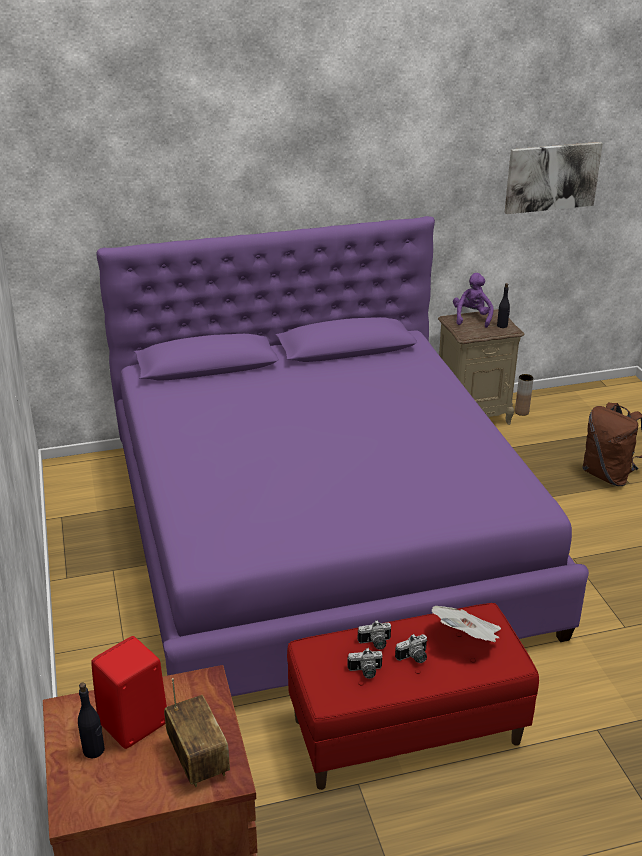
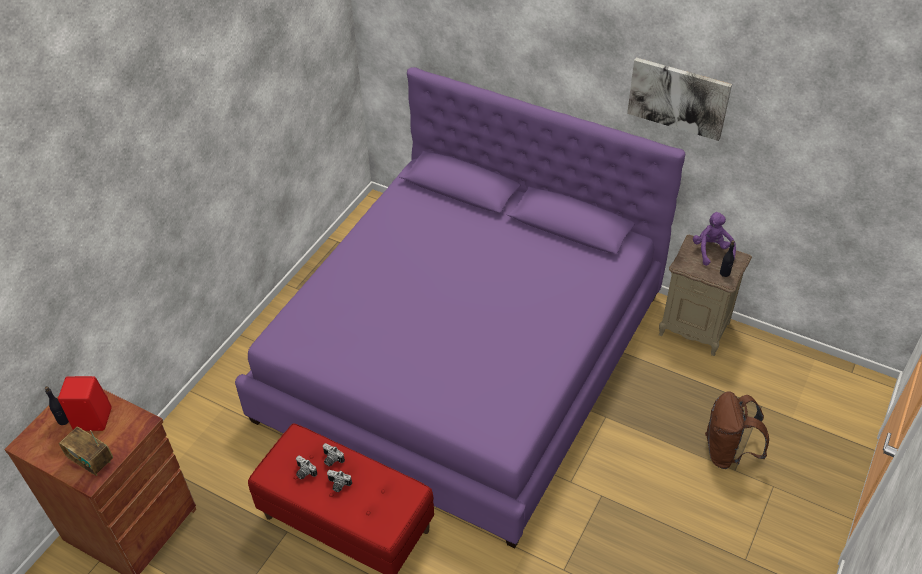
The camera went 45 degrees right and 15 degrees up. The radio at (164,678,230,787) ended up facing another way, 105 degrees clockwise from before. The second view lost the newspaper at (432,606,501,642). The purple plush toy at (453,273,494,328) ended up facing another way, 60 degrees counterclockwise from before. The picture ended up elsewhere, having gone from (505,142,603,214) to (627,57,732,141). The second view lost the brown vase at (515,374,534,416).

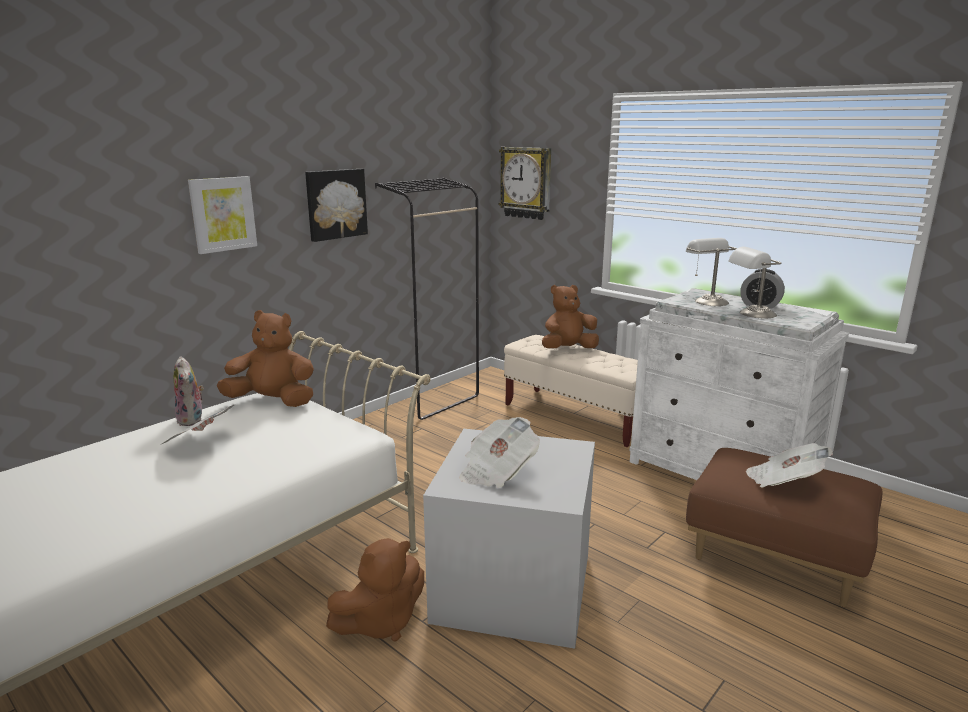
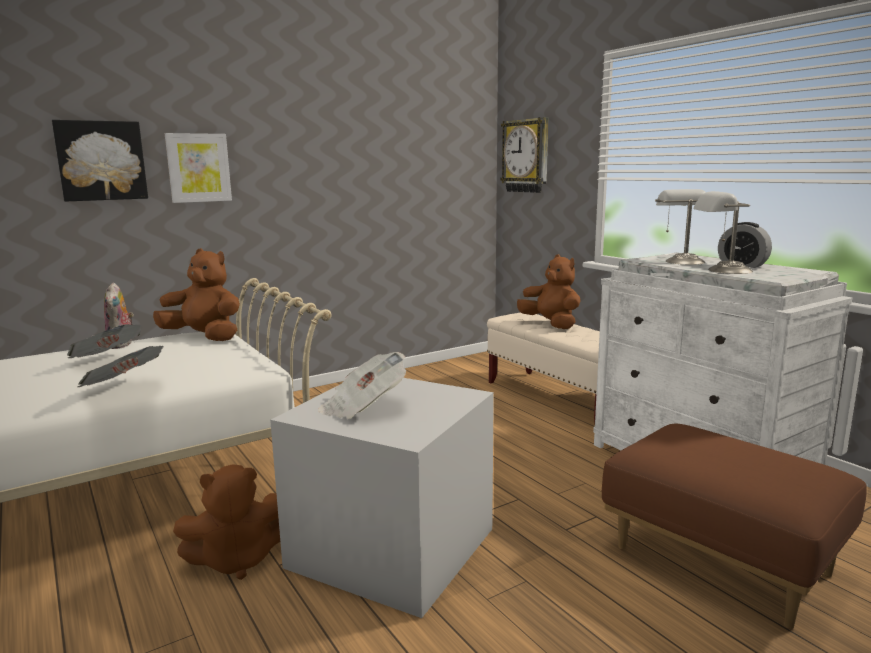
The camera went 15 degrees right and 5 degrees down. The picture ended up elsewhere, having gone from (305,169,368,242) to (52,120,148,202). The second view lost the black clothes rack at (375,177,479,420). The brown plush toy at (542,285,599,348) ended up facing another way, 60 degrees clockwise from before. The newspaper ended up elsewhere, having gone from (746,443,833,488) to (77,346,164,387).

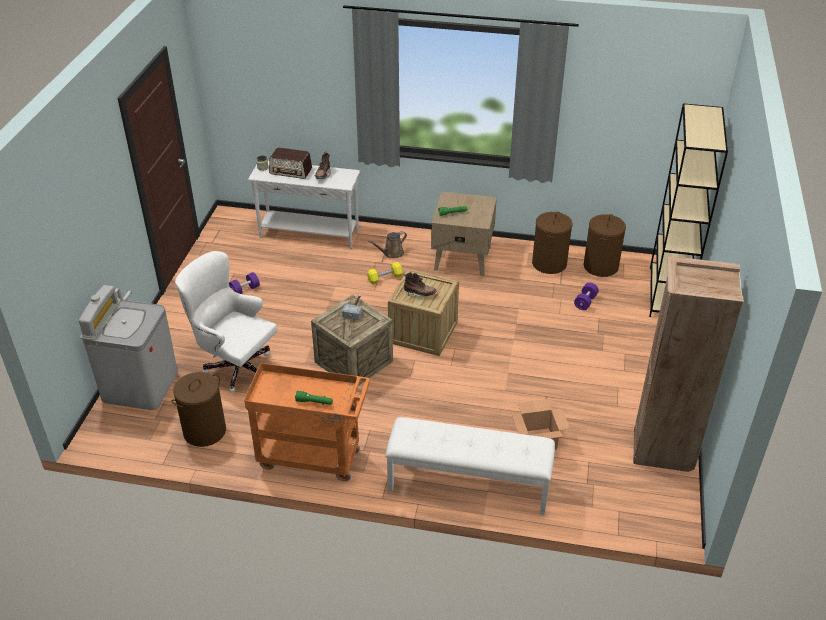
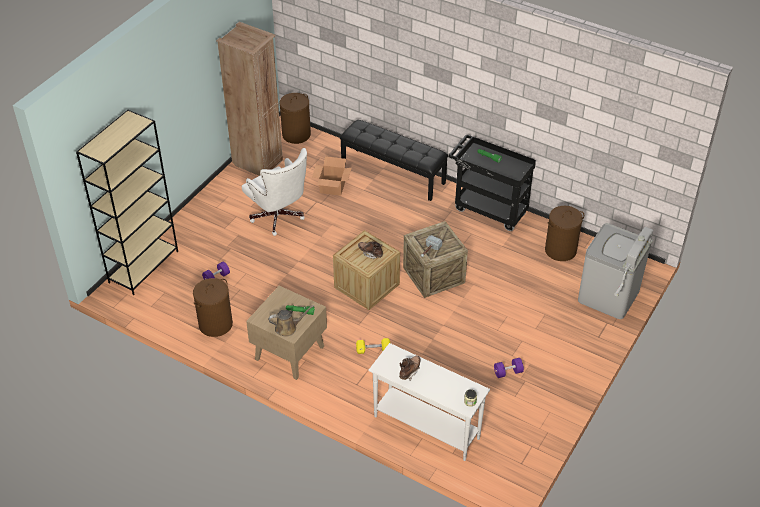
The camera went 160 degrees left and 5 degrees up. The white office chair ended up elsewhere, having gone from (175,251,277,393) to (242,148,307,236). What was the orange cart at (244,363,370,481) turned into the black cart at (449,135,536,231). The second view lost the radio at (269,147,312,179). The brown watering can ended up elsewhere, having gone from (369,231,407,258) to (269,305,314,337). What was the white bench at (385,417,555,515) turned into the black bench at (340,120,448,201). The brown laundry basket ended up elsewhere, having gone from (584,214,626,277) to (280,93,311,144).

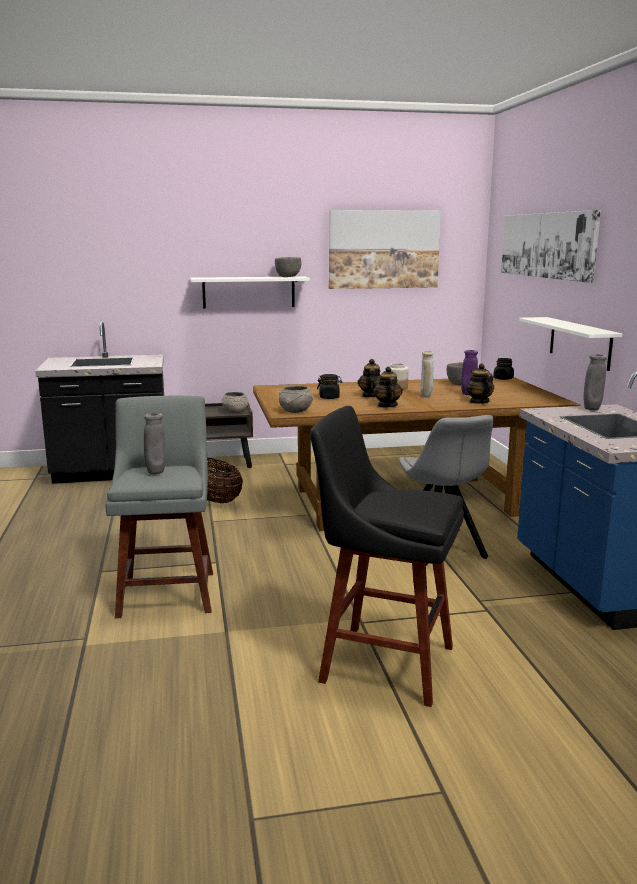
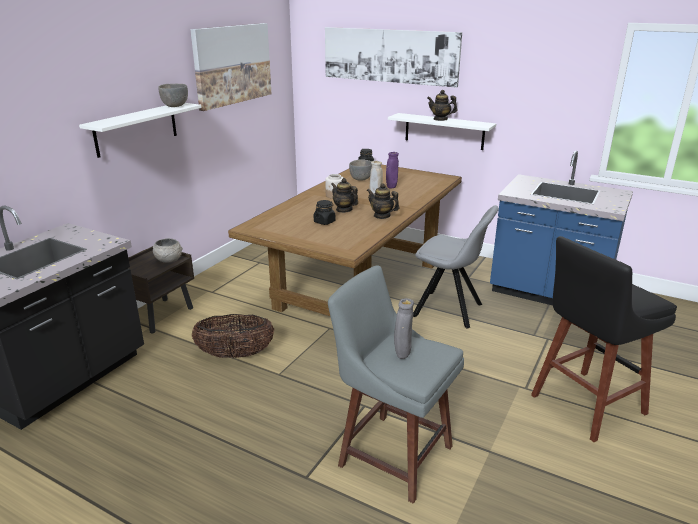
The camera went 50 degrees left and 10 degrees up. The second view lost the grey bowl at (279,386,313,413). The teapot ended up elsewhere, having gone from (466,363,494,404) to (427,90,457,121). The second view lost the grey vase at (583,354,607,410).

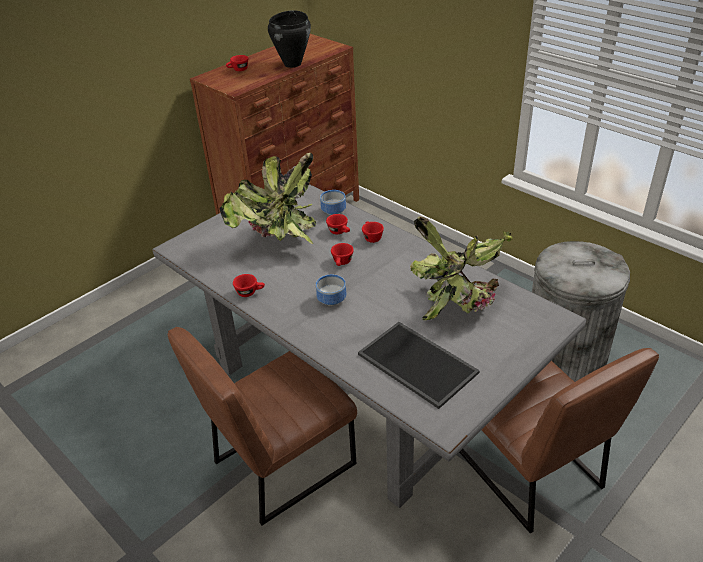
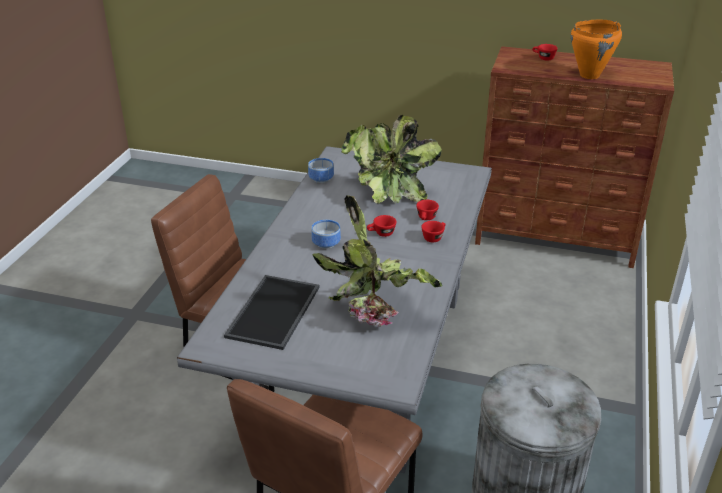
The camera went 60 degrees right and 5 degrees down. The second view lost the red cup at (233,274,265,297). What was the black cooking pot at (268,10,311,68) turned into the orange cooking pot at (571,20,622,79). The bowl ended up elsewhere, having gone from (320,190,346,215) to (308,158,334,183).

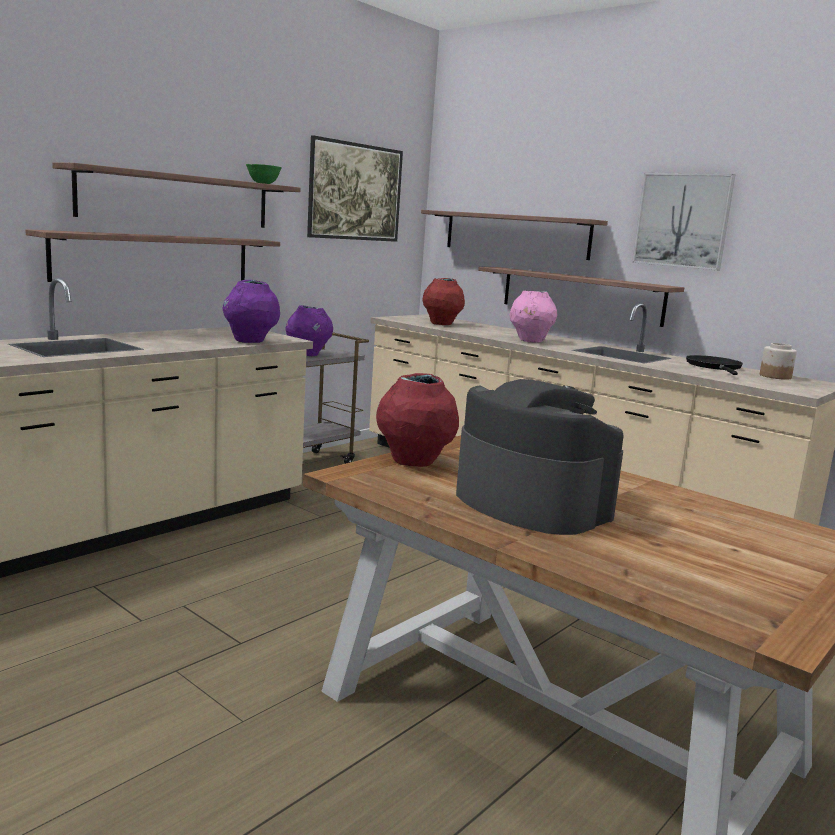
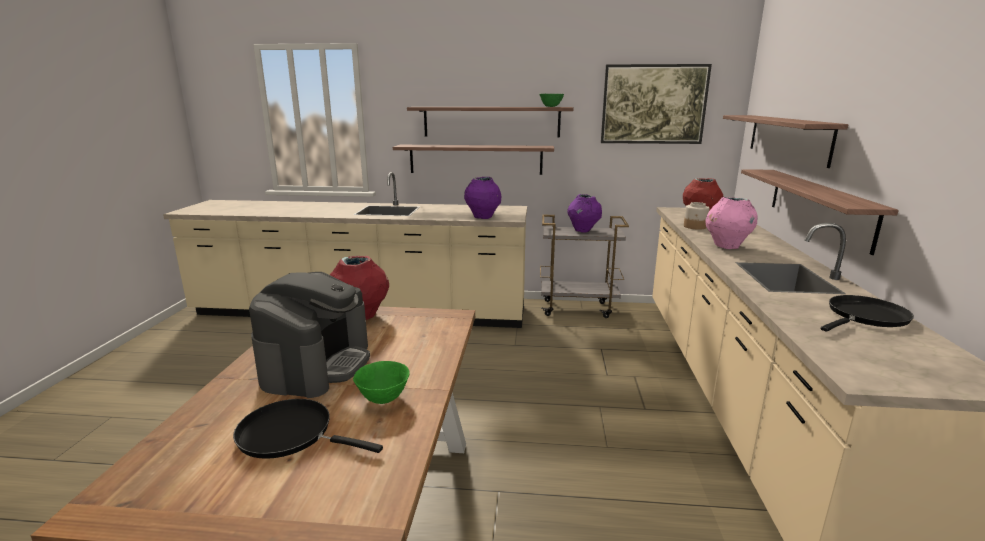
The camera went 55 degrees right and 5 degrees up. The second view lost the picture at (632,173,735,270). The jar ended up elsewhere, having gone from (760,343,797,380) to (684,202,709,230). The second view gained the black frying pan at (233,399,383,459). The second view gained the green bowl at (353,361,410,404).

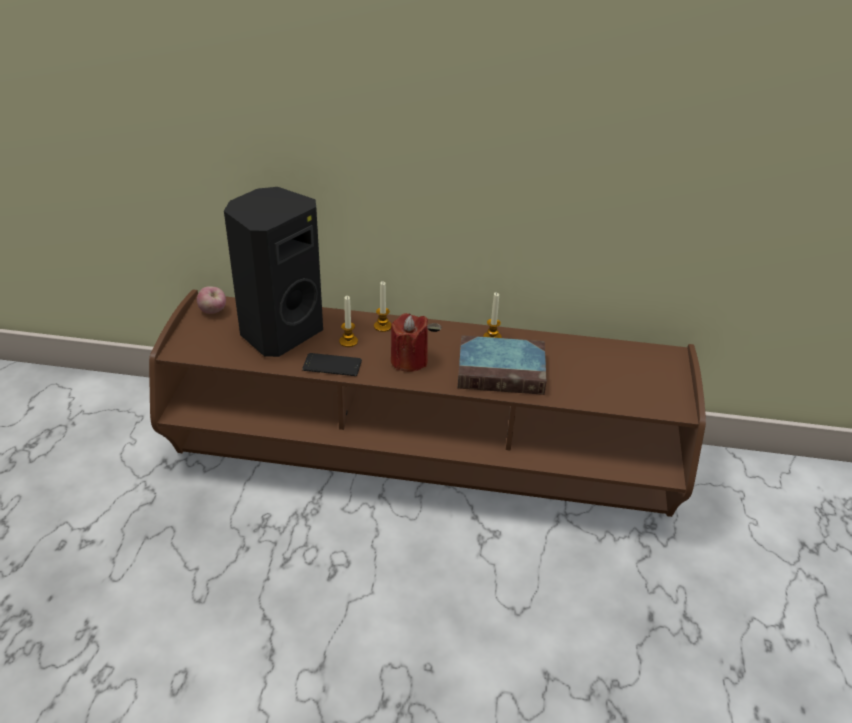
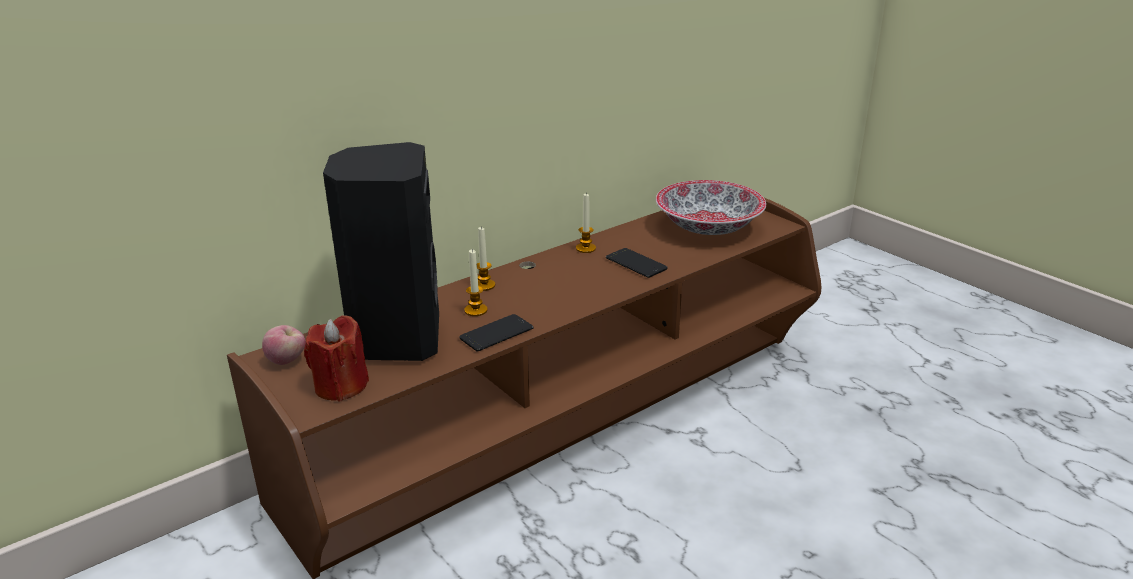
The camera went 45 degrees left and 10 degrees down. The red candle ended up elsewhere, having gone from (391,313,428,372) to (304,315,369,402). Where the book stood at (458,335,547,395), the phone came to stand at (606,248,668,278). The second view gained the bowl at (656,180,766,235).

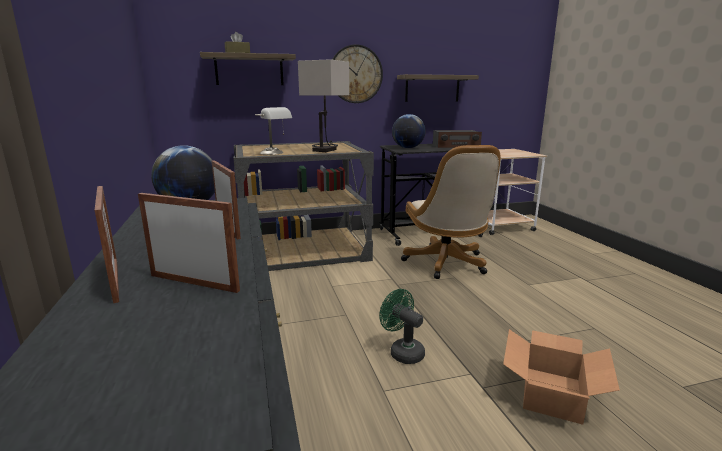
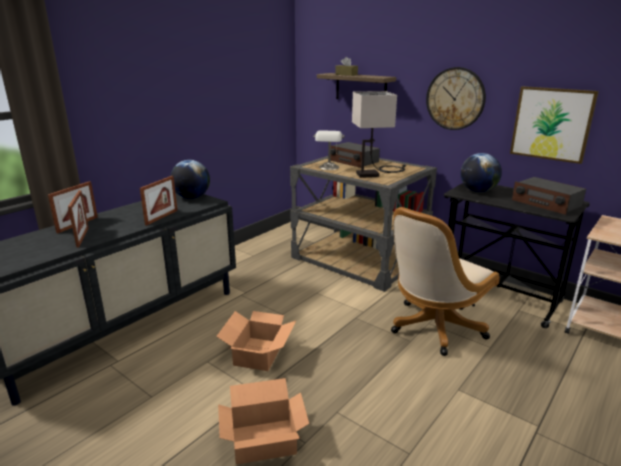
The camera went 55 degrees right and 5 degrees up. Where the green fan stood at (379,289,425,364), the cardboard box came to stand at (216,311,297,371). Where the shelf hung at (397,74,479,102), the picture came to hang at (510,86,599,164). The second view gained the radio at (330,142,380,168).

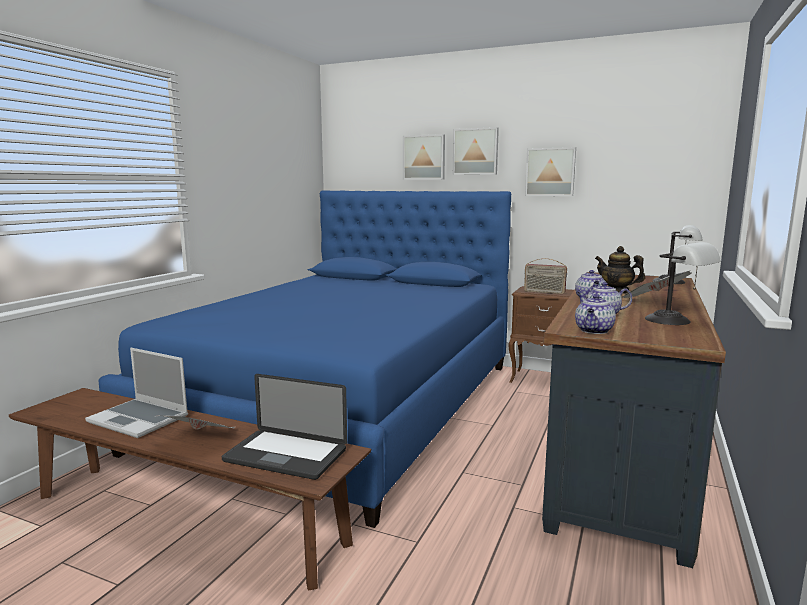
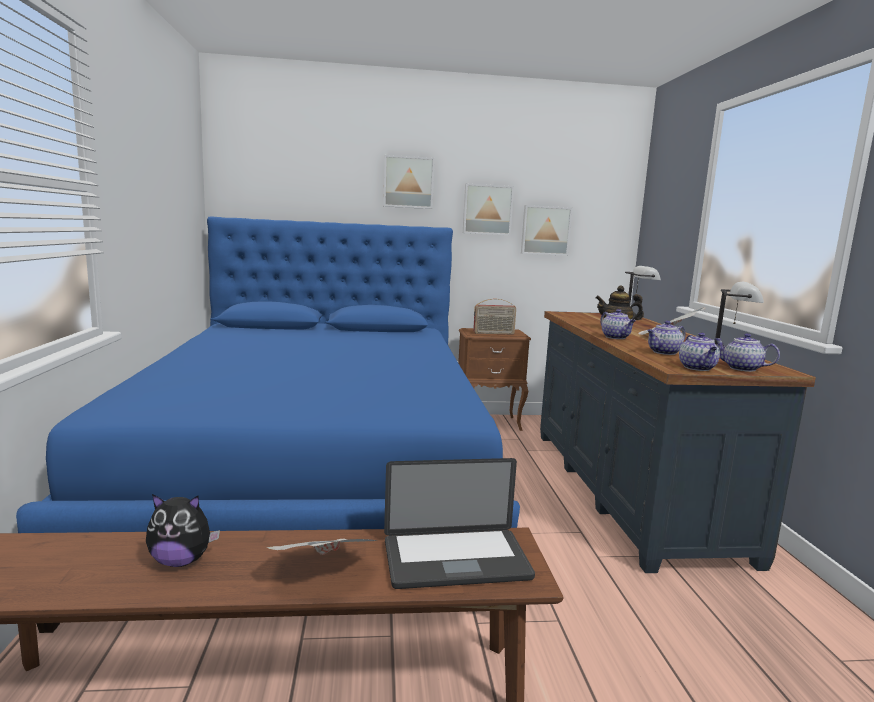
The camera went 30 degrees left and 0 degrees up. Where the laptop stood at (85,348,188,438), the plush toy came to stand at (146,494,220,567). The picture ended up elsewhere, having gone from (403,134,445,180) to (521,205,572,256). The second view gained the teapot at (715,333,780,372).

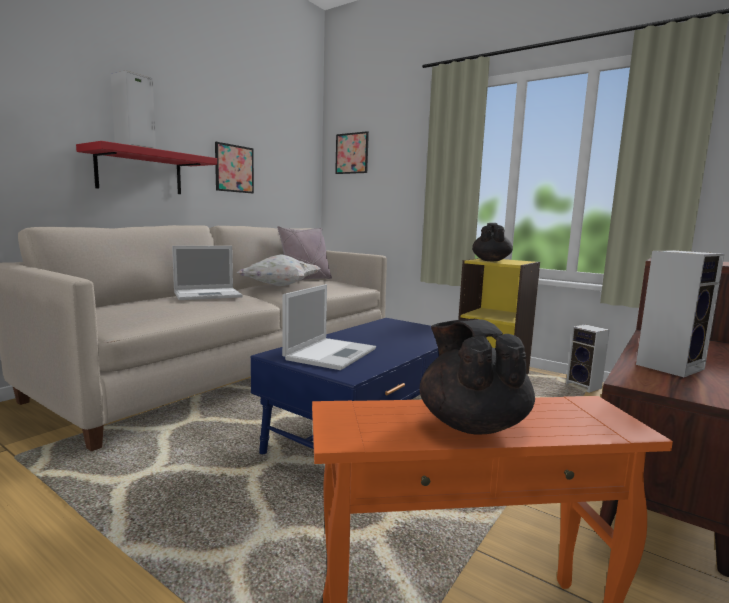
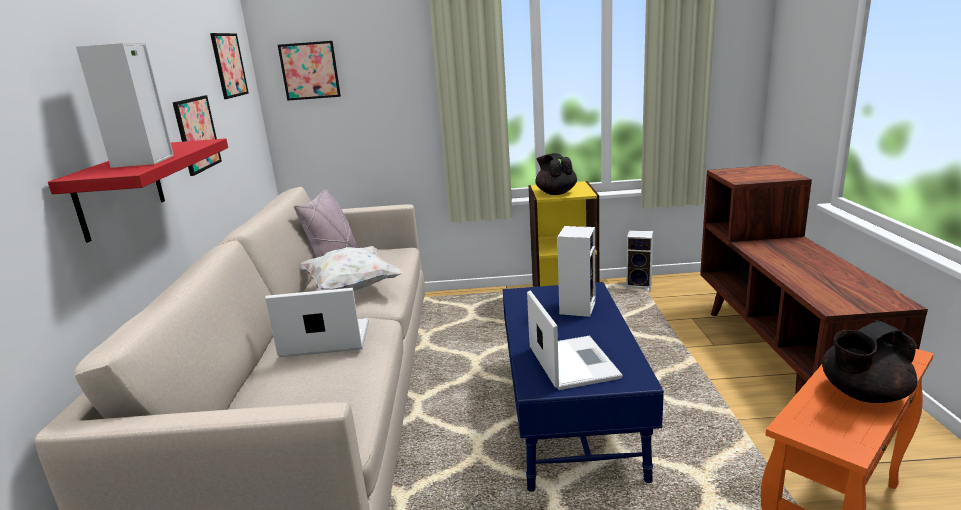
The camera went 35 degrees left and 10 degrees up. The laptop at (172,246,243,300) ended up facing another way, 120 degrees counterclockwise from before. The black teapot at (420,319,535,435) ended up facing another way, 60 degrees counterclockwise from before. The speaker ended up elsewhere, having gone from (636,250,724,377) to (557,226,595,317). The second view gained the picture at (210,33,249,99).

